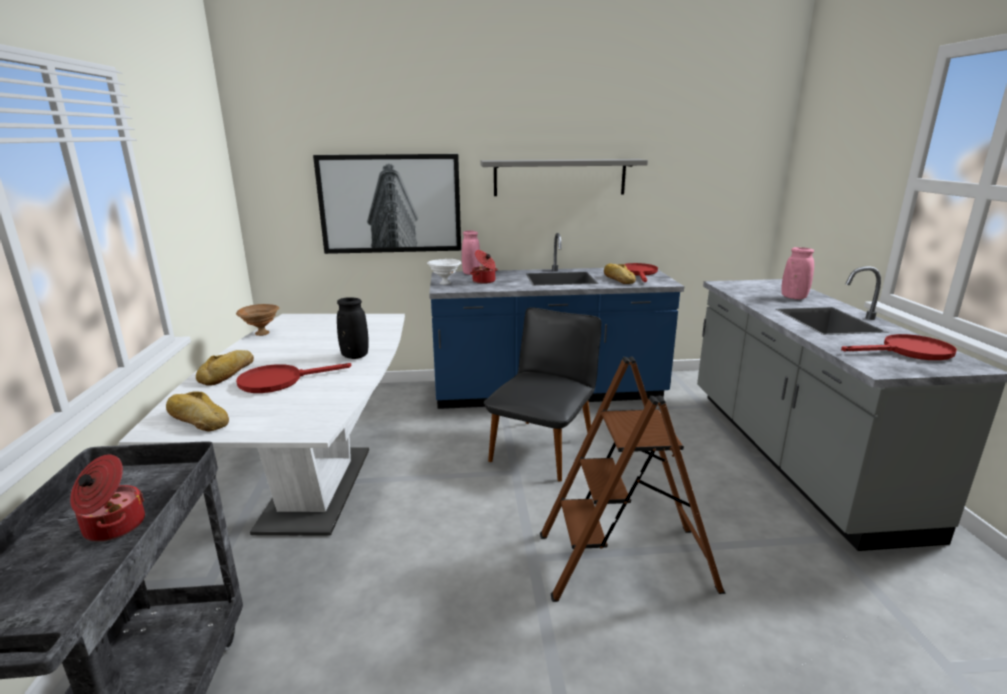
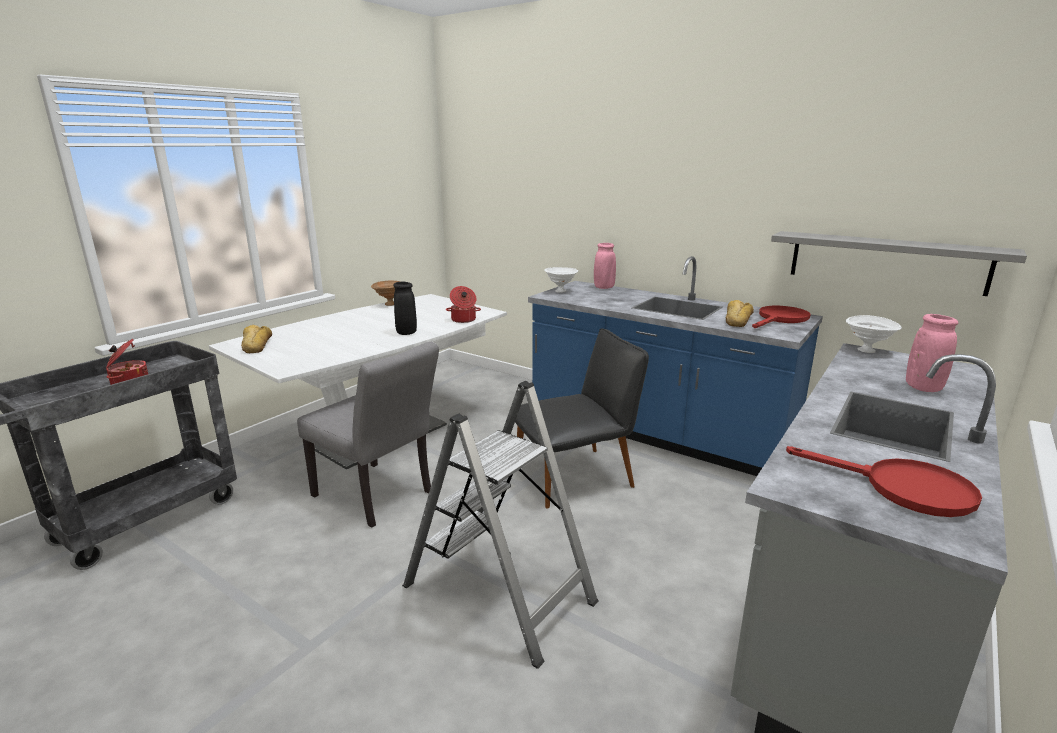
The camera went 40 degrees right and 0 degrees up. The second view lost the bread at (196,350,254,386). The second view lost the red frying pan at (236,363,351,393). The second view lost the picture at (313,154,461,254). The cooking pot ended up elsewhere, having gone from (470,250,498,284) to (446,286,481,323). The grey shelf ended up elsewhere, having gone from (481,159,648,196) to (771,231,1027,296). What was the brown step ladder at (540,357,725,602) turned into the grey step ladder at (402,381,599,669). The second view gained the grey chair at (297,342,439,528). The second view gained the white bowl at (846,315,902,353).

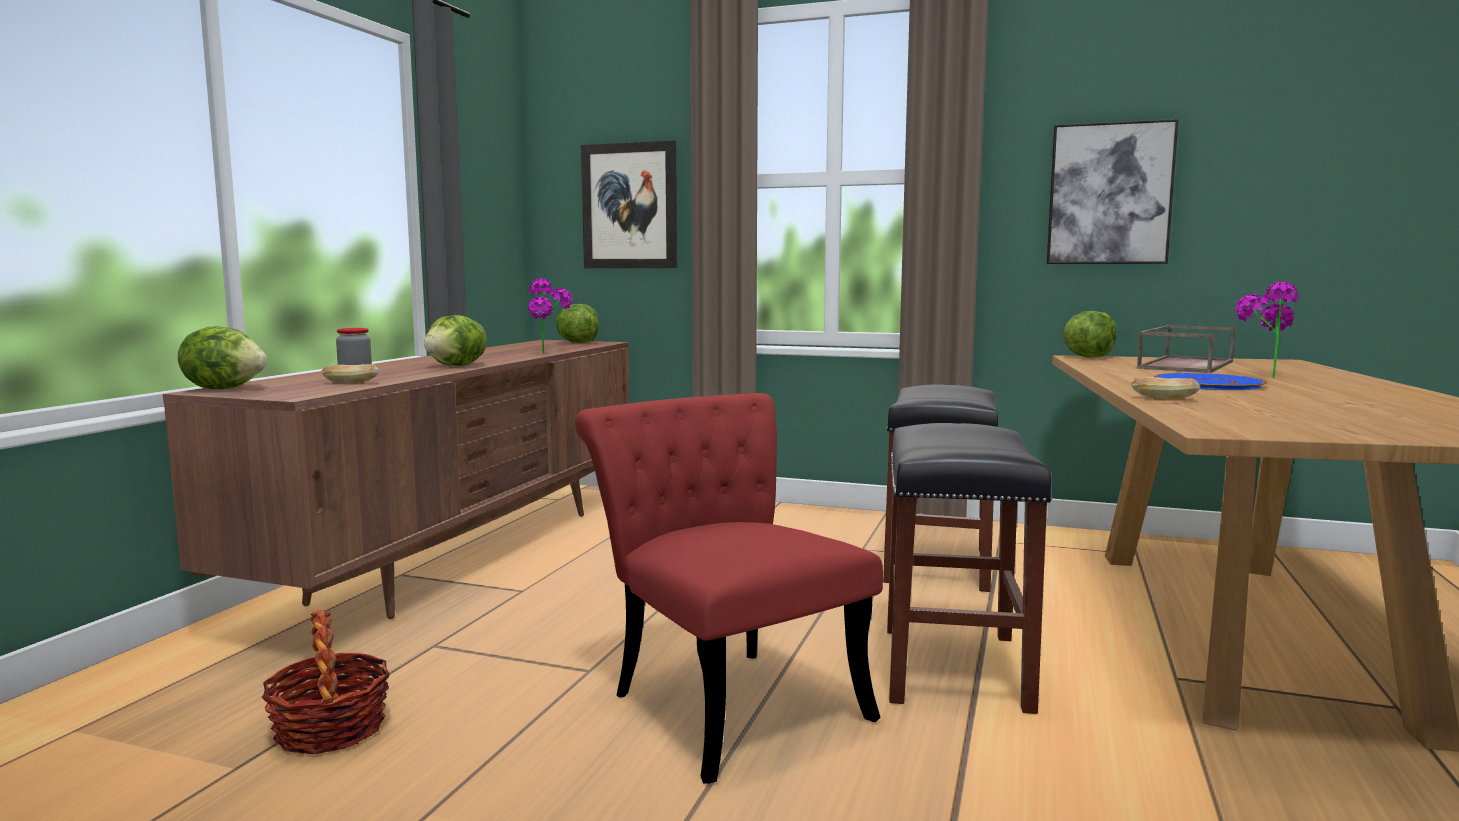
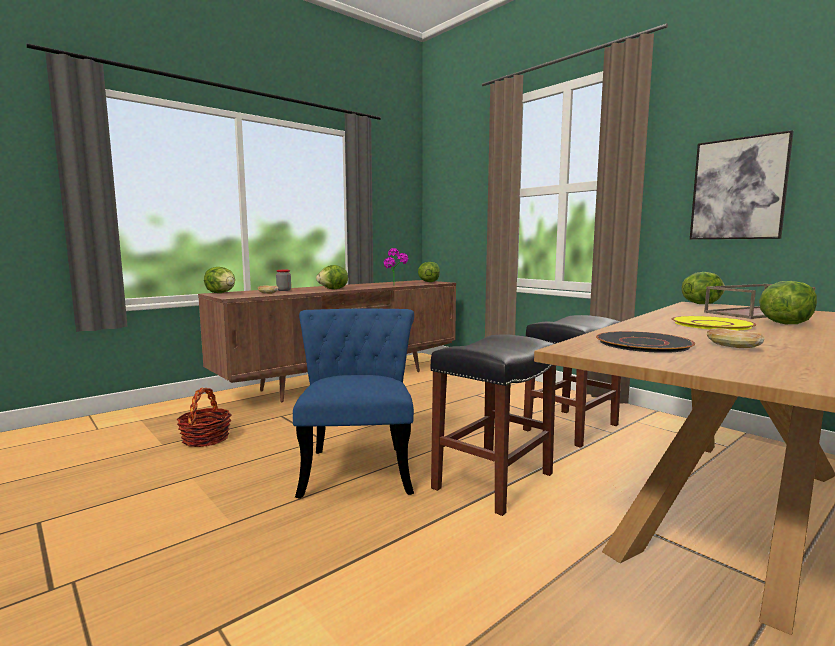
The camera went 30 degrees right and 0 degrees up. What was the red chair at (575,393,883,784) turned into the blue chair at (293,309,414,499). The second view lost the picture at (581,140,677,268). The bread ended up elsewhere, having gone from (1131,377,1201,399) to (707,328,764,348). What was the blue plate at (1154,373,1267,390) turned into the yellow plate at (672,316,756,330). Where the potted plant stood at (1235,282,1299,378), the lettuce came to stand at (759,281,817,324). The second view gained the black plate at (596,331,695,353).

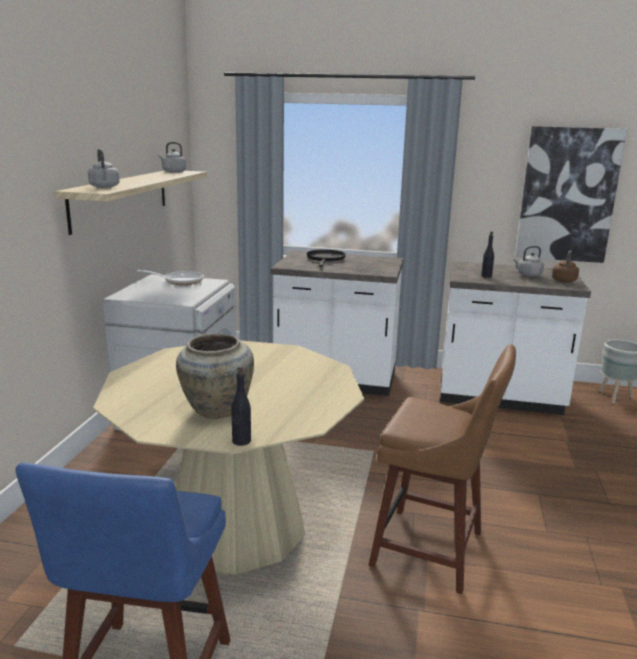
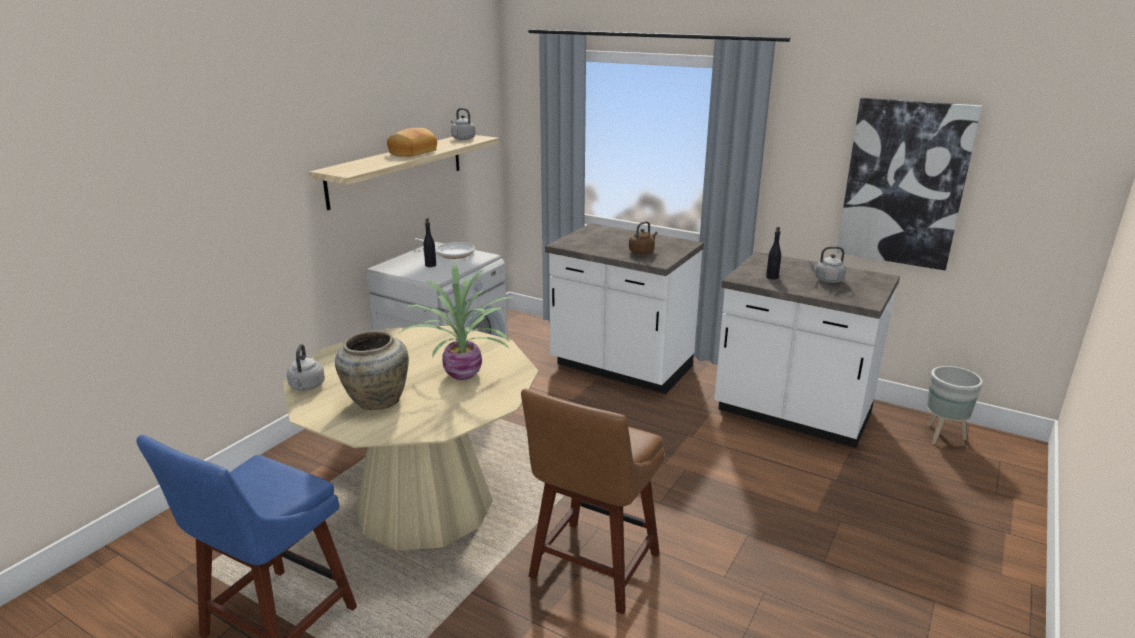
The camera went 20 degrees right and 5 degrees up. The grey kettle ended up elsewhere, having gone from (88,149,120,188) to (287,344,325,391). The black bottle ended up elsewhere, having gone from (231,366,251,446) to (423,219,436,267). The second view lost the black frying pan at (306,249,346,267). The brown chair at (368,344,516,594) ended up facing another way, 75 degrees clockwise from before. The brown kettle ended up elsewhere, having gone from (552,250,579,282) to (629,221,657,254). The second view gained the bread at (387,128,437,157). The second view gained the potted plant at (400,264,513,380).

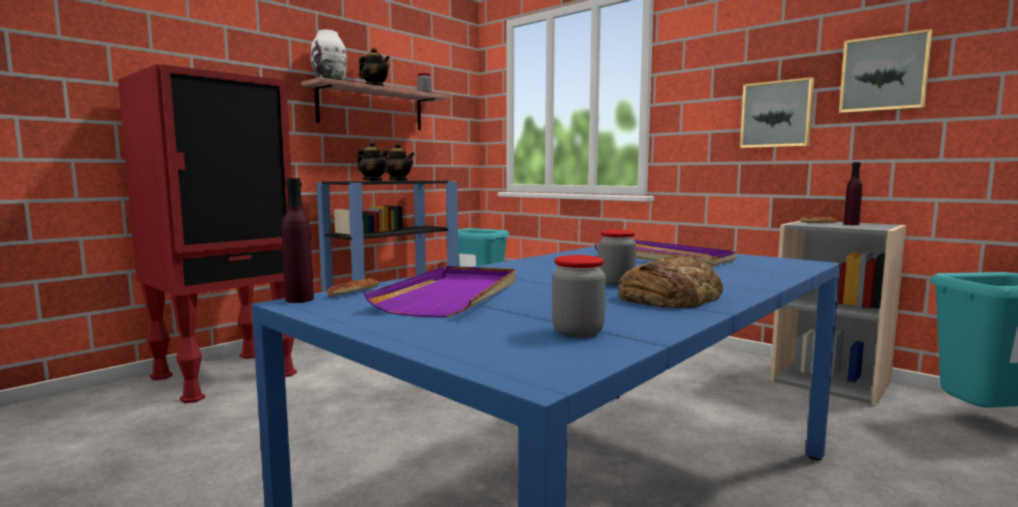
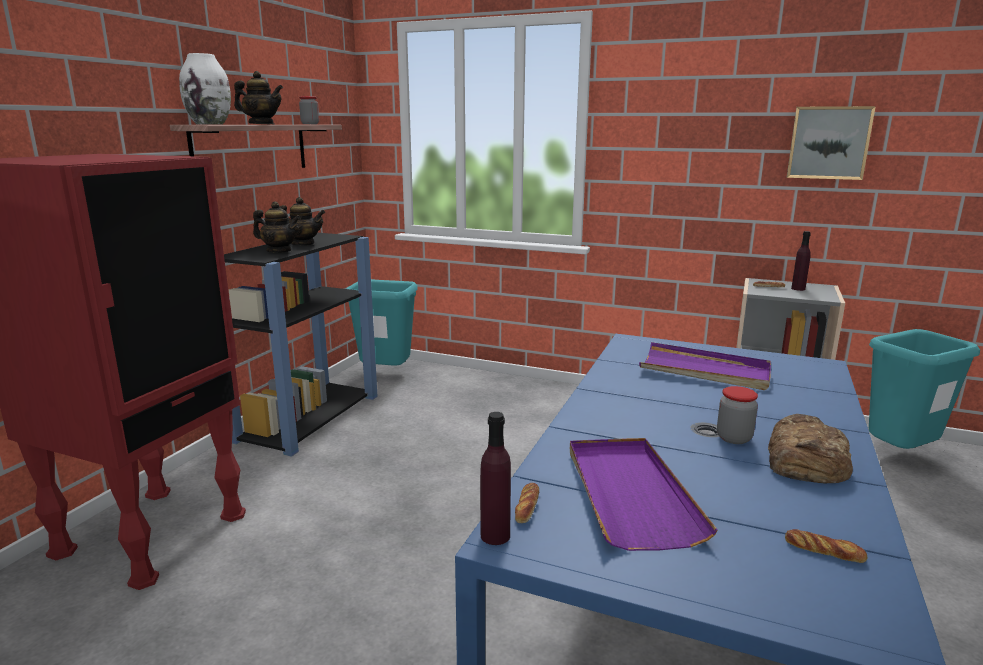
The camera went 20 degrees left and 10 degrees up. Where the jar stood at (552,255,606,338), the bread came to stand at (785,529,867,563). The second view lost the picture at (740,77,814,148).

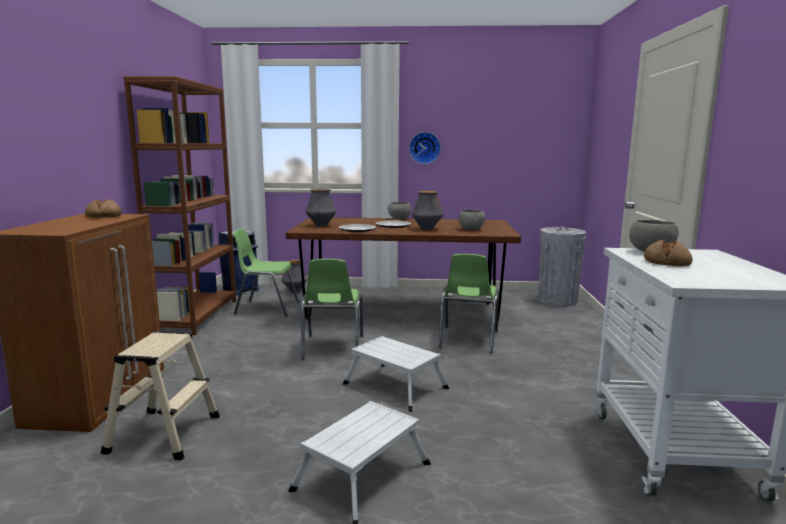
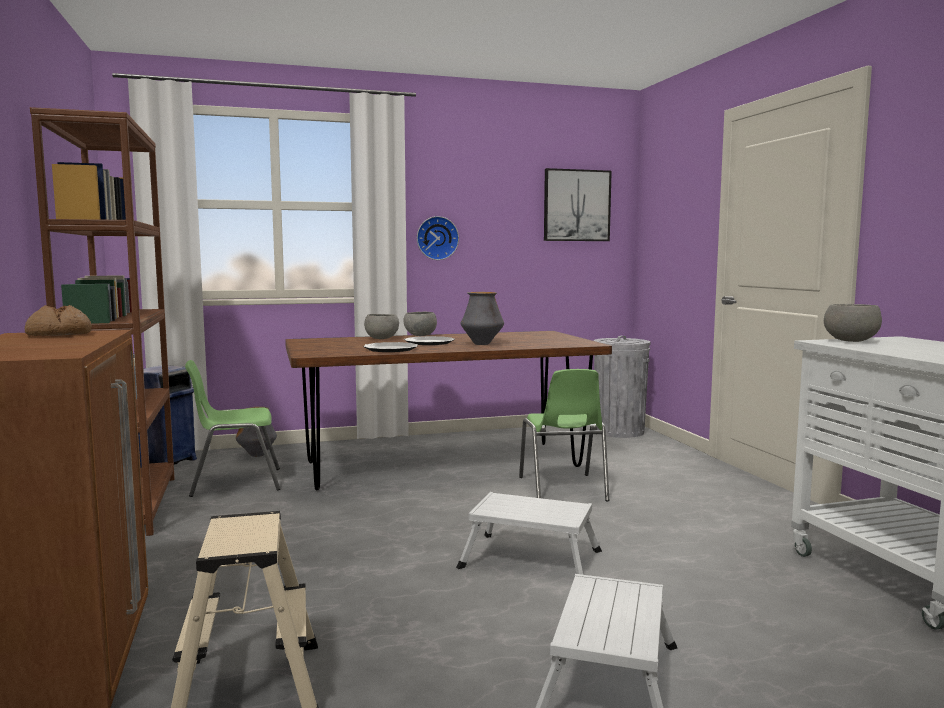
The camera went 20 degrees left and 5 degrees down. The second view lost the green chair at (301,259,363,360). The second view lost the vase at (305,189,336,227). The grey bowl ended up elsewhere, having gone from (459,210,485,230) to (364,314,399,339). The second view lost the bread at (644,240,692,266). The second view gained the picture at (544,168,612,241).

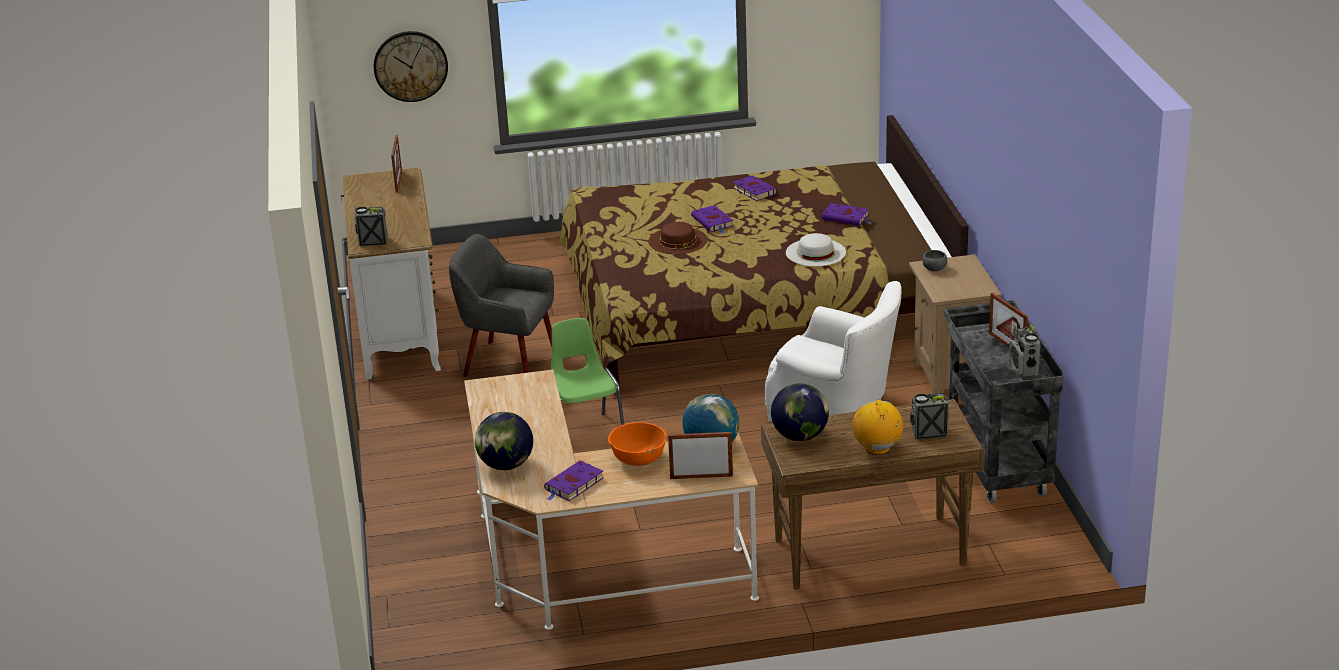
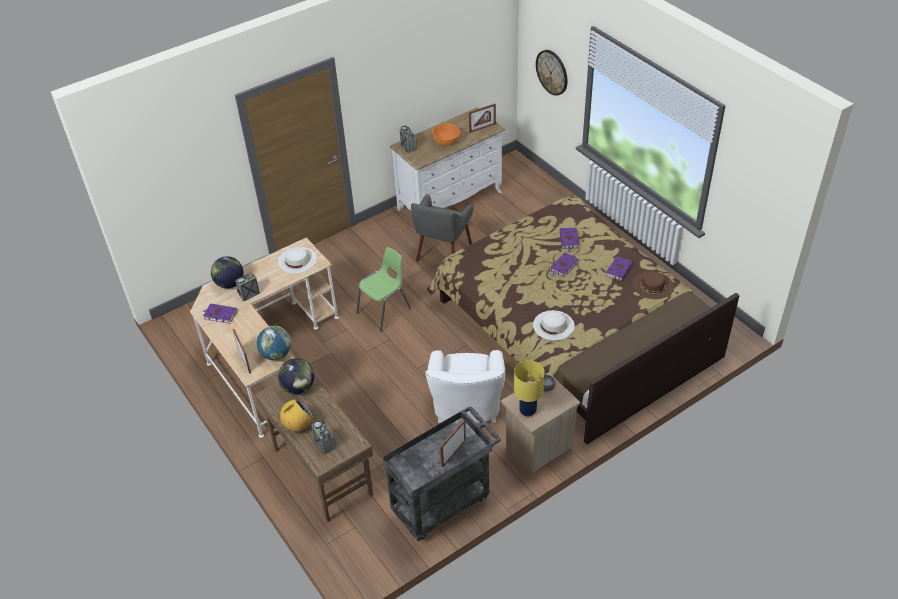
The camera went 65 degrees right and 15 degrees up. The grey armchair at (449,234,554,377) ended up facing another way, 150 degrees counterclockwise from before. The orange bowl ended up elsewhere, having gone from (608,422,667,466) to (432,123,460,146). The brown hat ended up elsewhere, having gone from (648,222,708,254) to (633,271,673,299). The purple book ended up elsewhere, having gone from (822,203,872,226) to (559,228,579,252). The radio ended up elsewhere, having gone from (1009,325,1041,377) to (235,273,260,301). The second view gained the white hat at (278,247,317,274). The second view gained the yellow table lamp at (514,360,544,416).

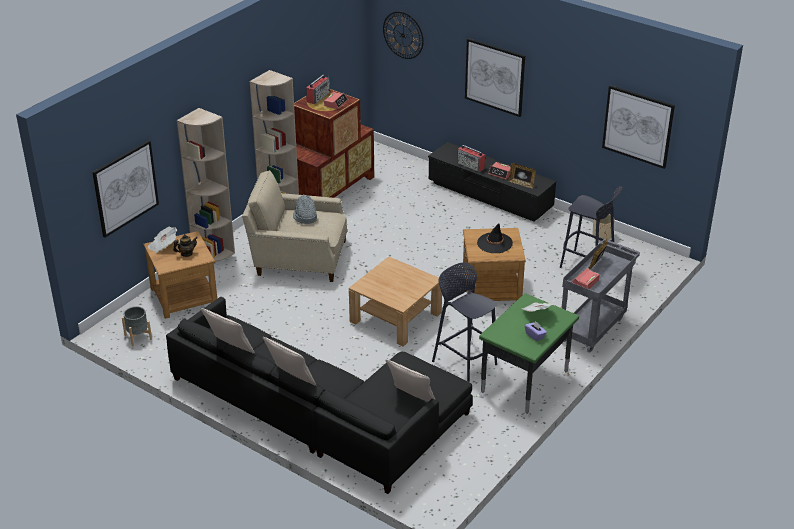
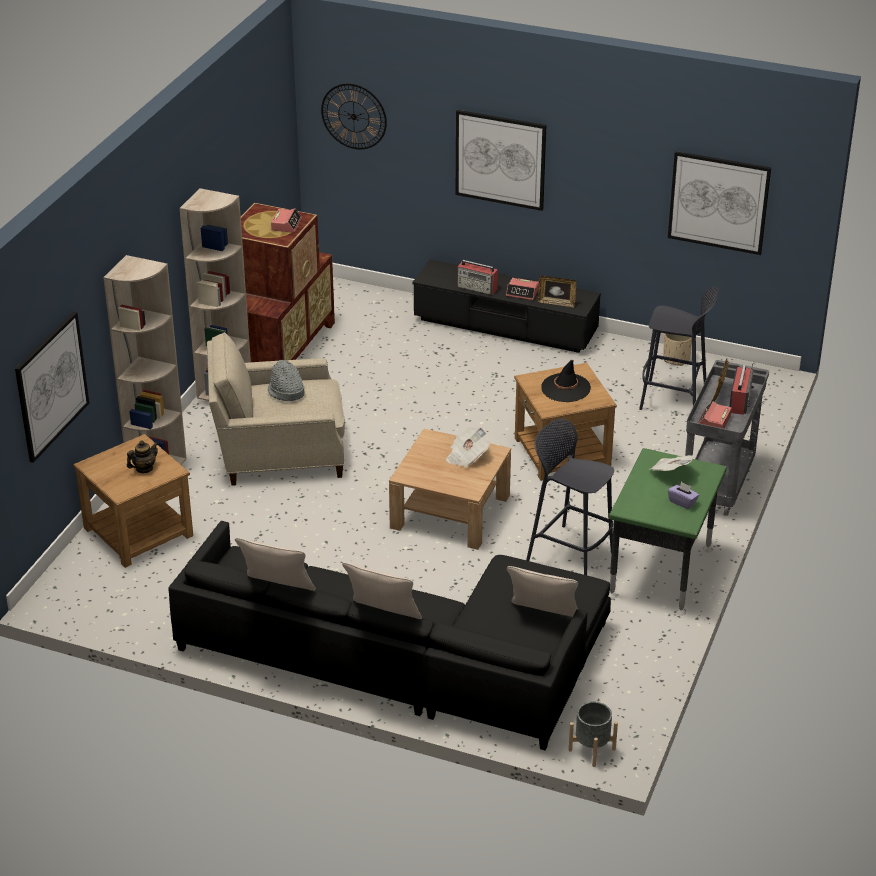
The camera went 15 degrees left and 0 degrees up. The grey planter ended up elsewhere, having gone from (122,306,152,346) to (568,702,618,767). The newspaper ended up elsewhere, having gone from (148,226,177,253) to (446,427,490,467). The radio ended up elsewhere, having gone from (306,74,330,104) to (729,364,754,415).

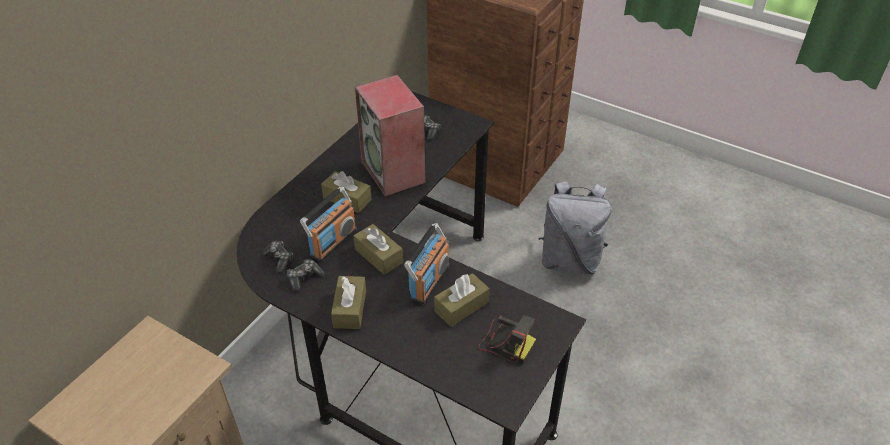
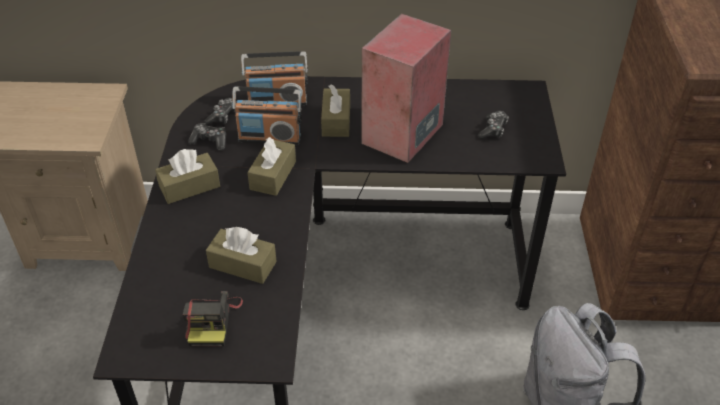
The camera went 60 degrees right and 0 degrees up. The radio ended up elsewhere, having gone from (404,223,449,304) to (241,51,308,105).

